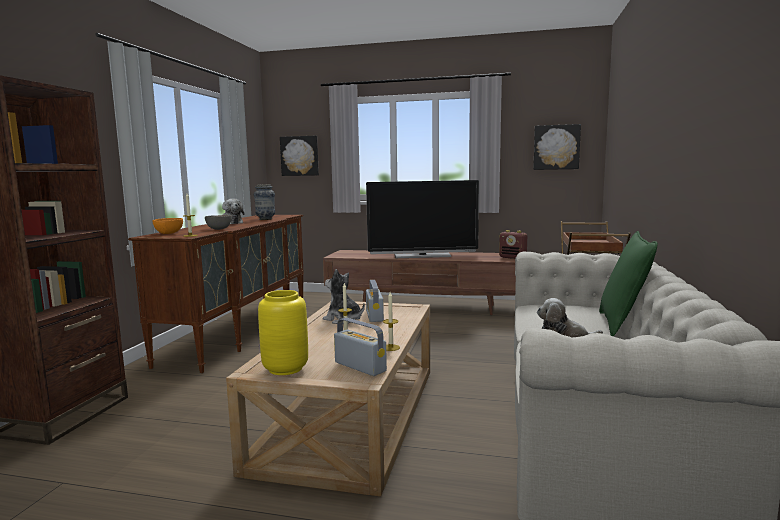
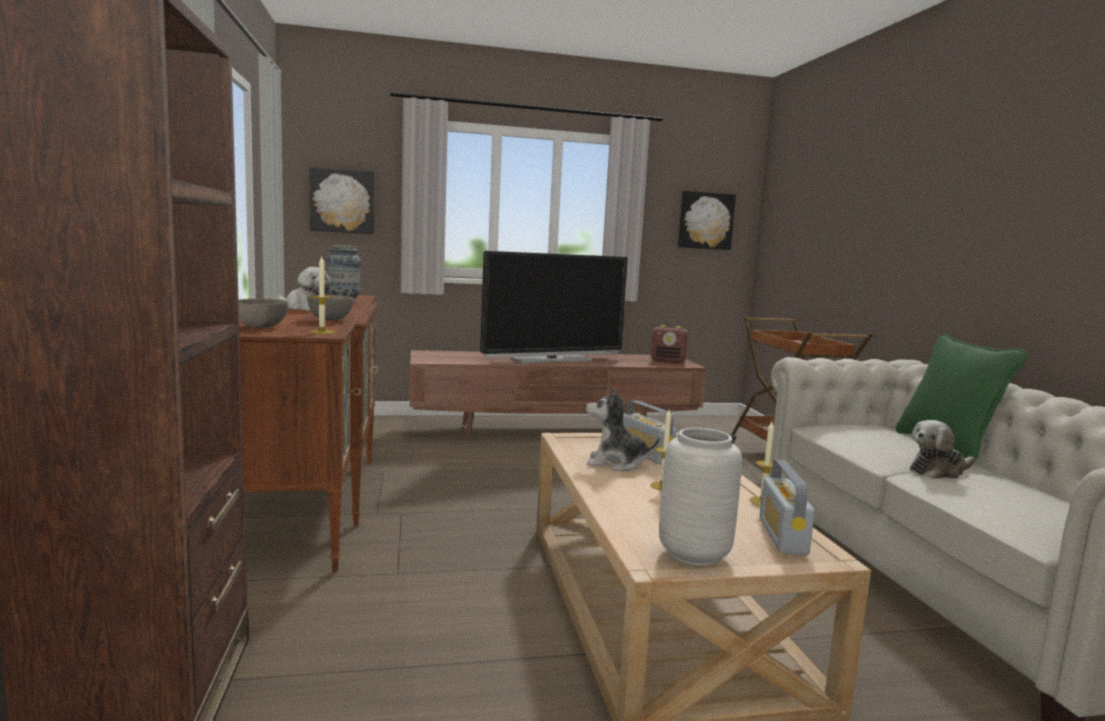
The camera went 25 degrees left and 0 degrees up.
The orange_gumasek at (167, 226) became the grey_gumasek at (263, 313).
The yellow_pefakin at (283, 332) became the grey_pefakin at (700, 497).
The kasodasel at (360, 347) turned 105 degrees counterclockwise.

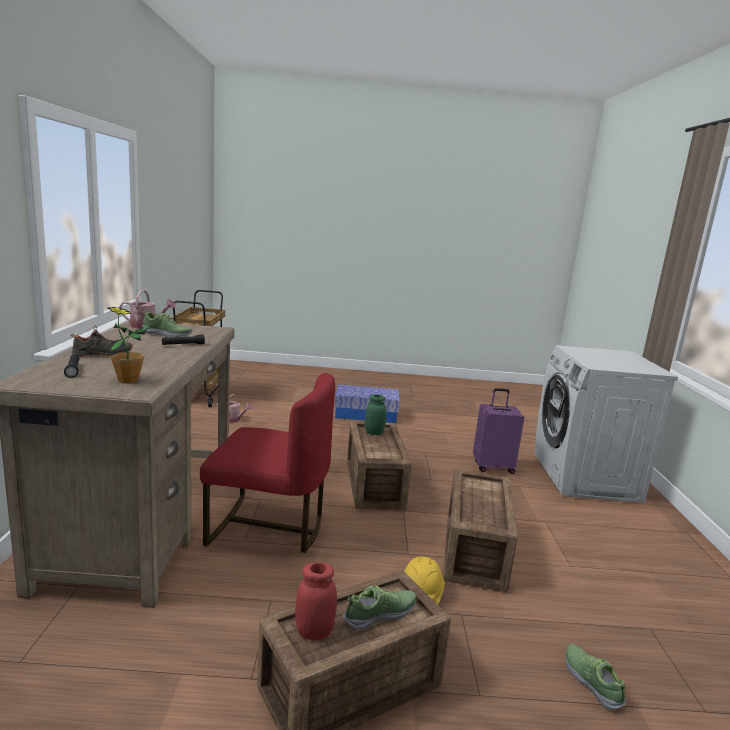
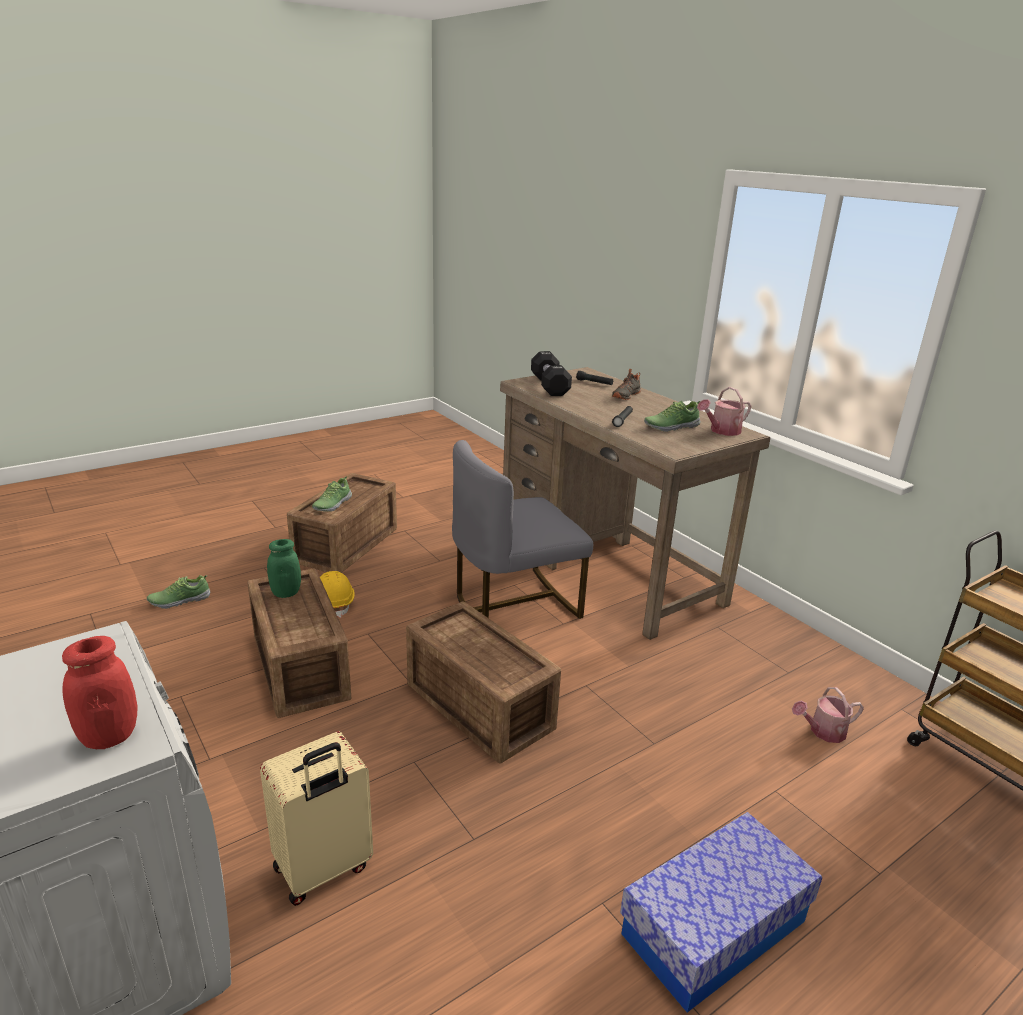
The camera went 145 degrees right and 10 degrees up.
The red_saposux moved from (316, 601) to (99, 692).
The green_saposux moved from (376, 414) to (284, 568).
The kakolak at (129, 345) was replaced by the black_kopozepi at (551, 373).
The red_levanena at (267, 463) became the grey_levanena at (522, 529).
The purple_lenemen at (498, 431) became the beige_lenemen at (316, 819).
The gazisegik at (596, 677) turned 120 degrees clockwise.

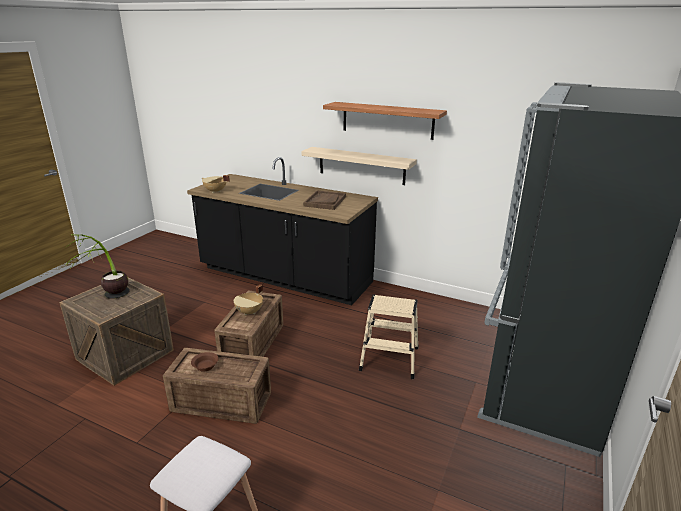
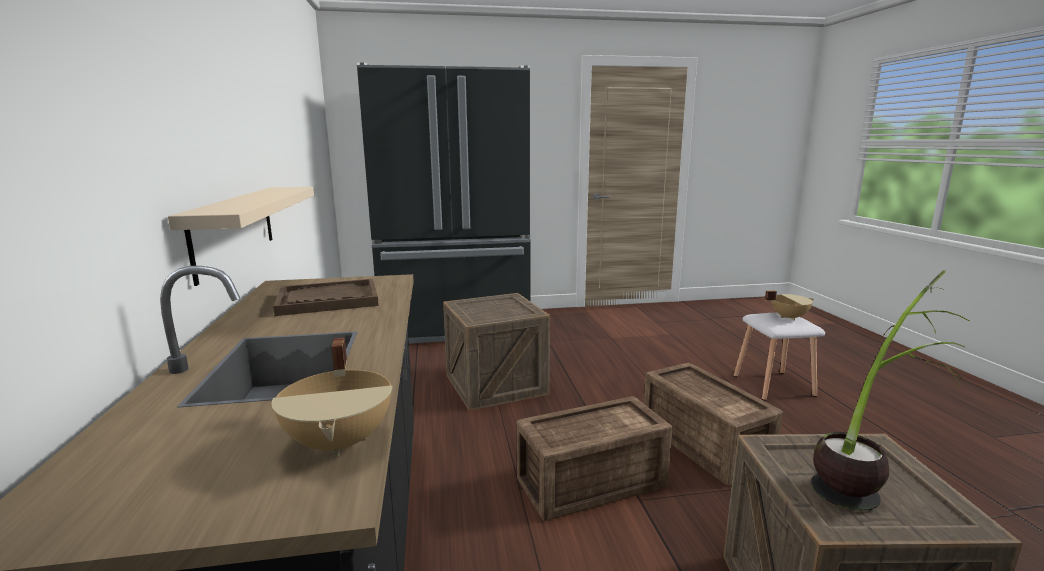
The camera went 125 degrees left and 10 degrees down.
The brown_gumasek at (205, 361) disappeared.
The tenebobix at (385, 121) disappeared.
The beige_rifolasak moved from (248, 300) to (789, 305).
The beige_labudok at (389, 336) was replaced by the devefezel at (496, 352).

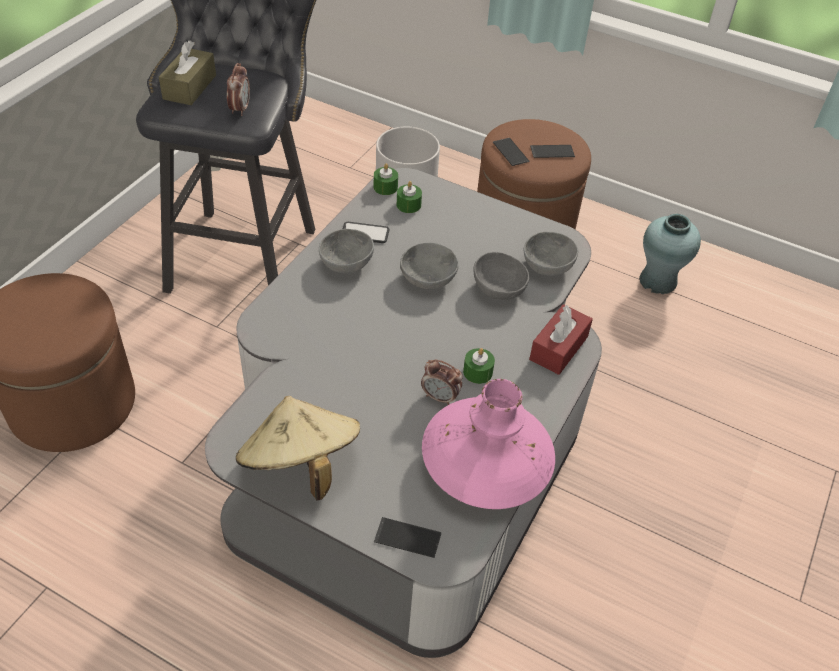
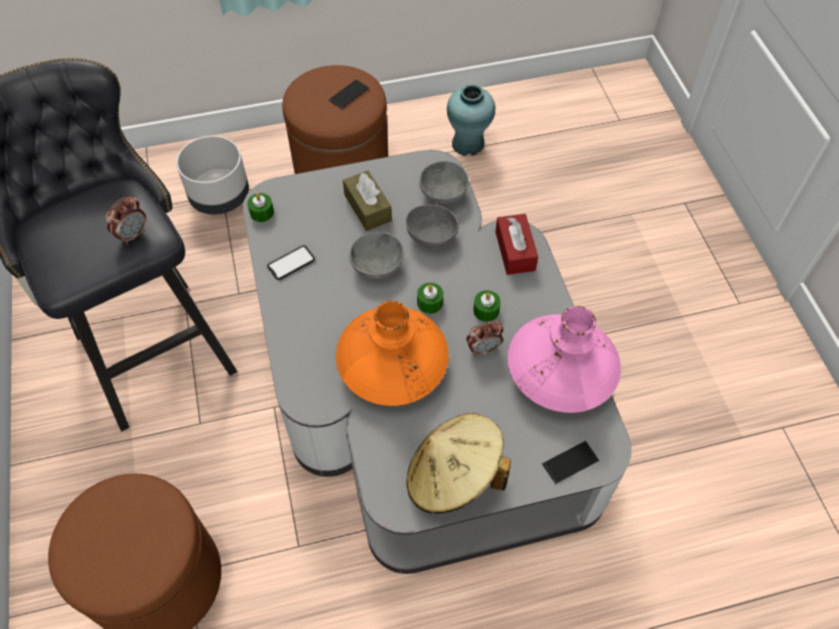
The camera went 40 degrees left and 10 degrees up.
The grey_gumasek at (346, 251) disappeared.
The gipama at (511, 152) disappeared.
The orange_pefakin at (392, 353) appeared.
The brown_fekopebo moved from (187, 72) to (367, 201).
The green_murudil moved from (409, 197) to (430, 298).
The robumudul at (238, 89) turned 75 degrees clockwise.

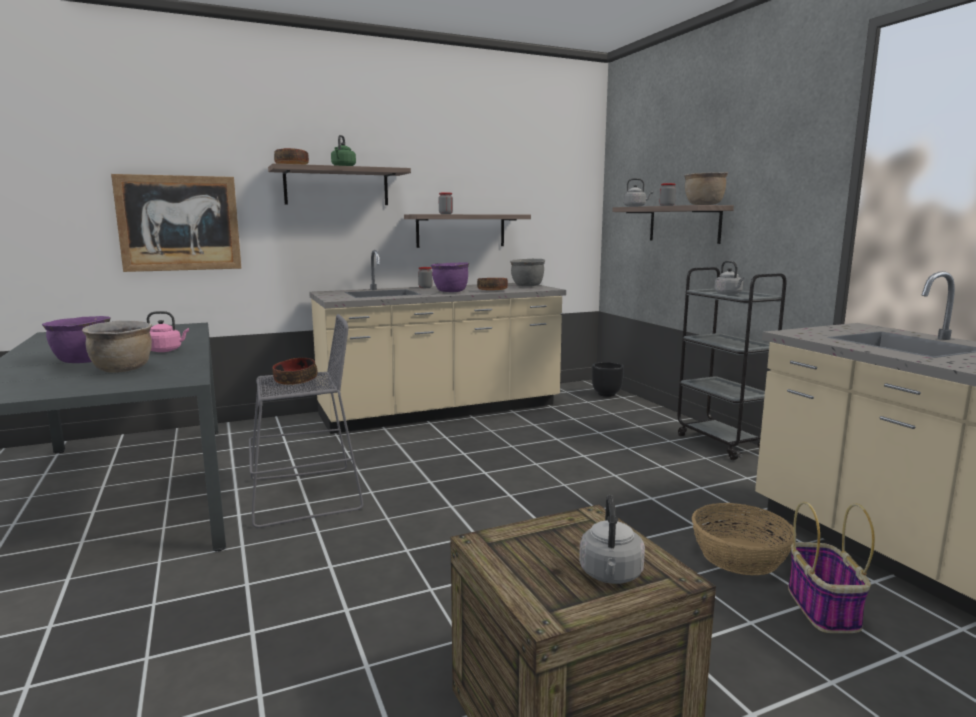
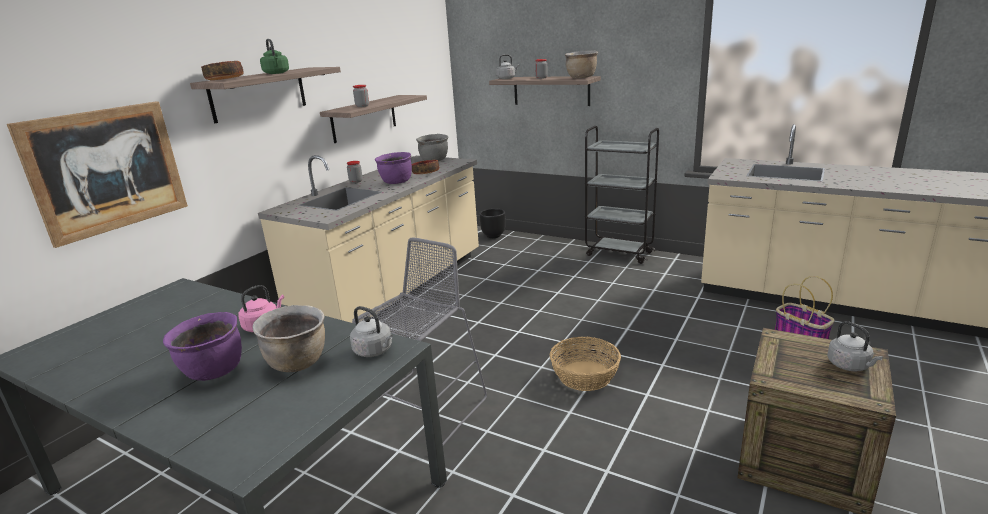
The camera went 35 degrees left and 10 degrees up.
The gumasek at (295, 371) disappeared.
The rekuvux moved from (744, 539) to (585, 364).
The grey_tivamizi moved from (729, 278) to (371, 331).

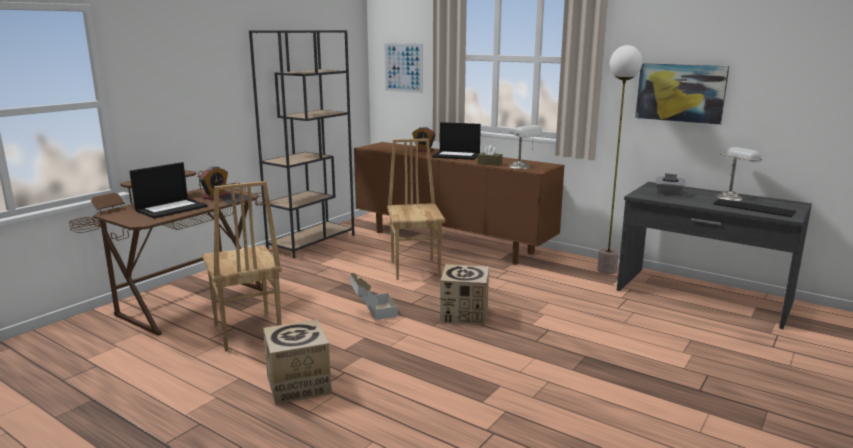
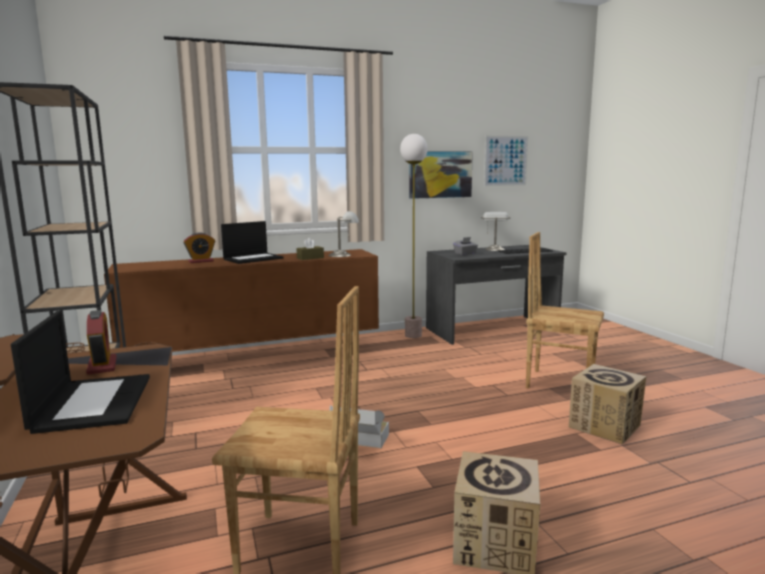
The camera went 55 degrees left and 5 degrees down.
The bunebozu moved from (403, 68) to (506, 161).
The brown_levanena moved from (416, 209) to (565, 310).
The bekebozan moved from (464, 294) to (607, 404).

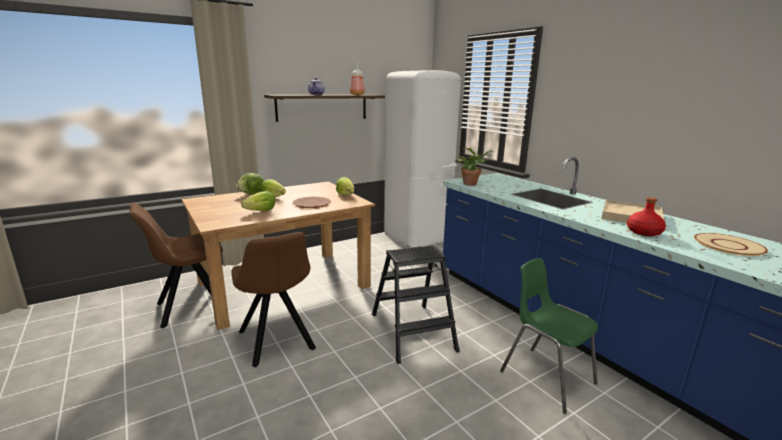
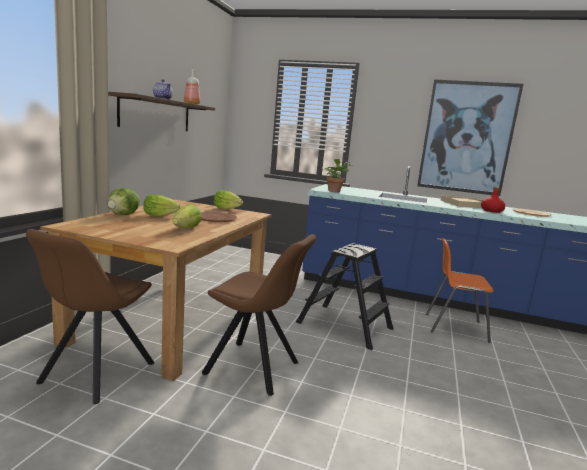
The camera went 40 degrees left and 5 degrees down.
The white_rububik at (422, 158) disappeared.
The bunebozu at (470, 138) appeared.
The green_levanena at (549, 336) became the orange_levanena at (459, 290).

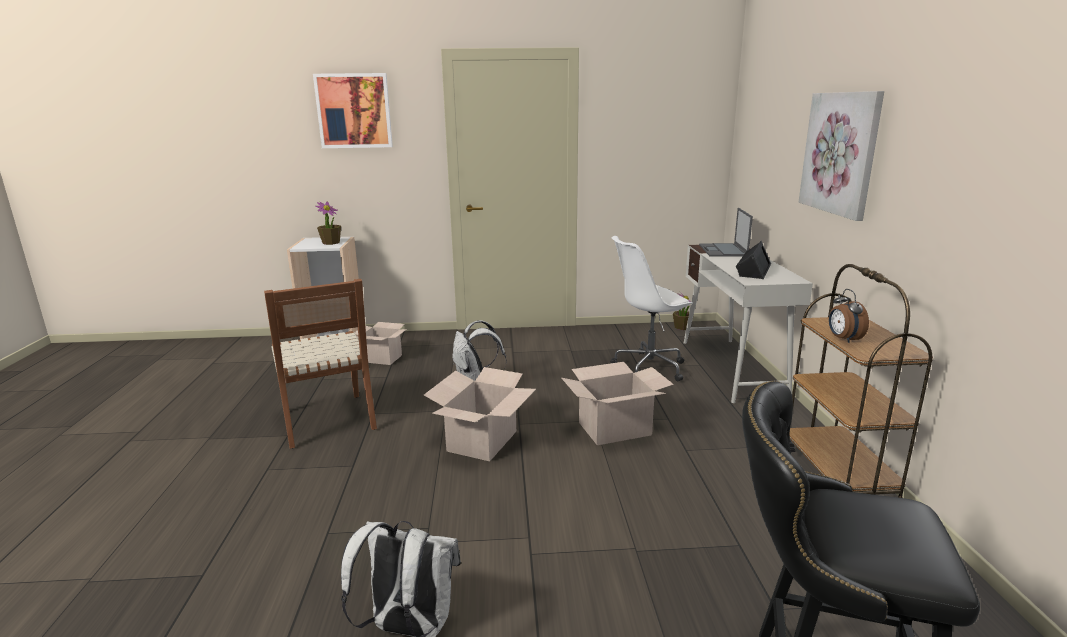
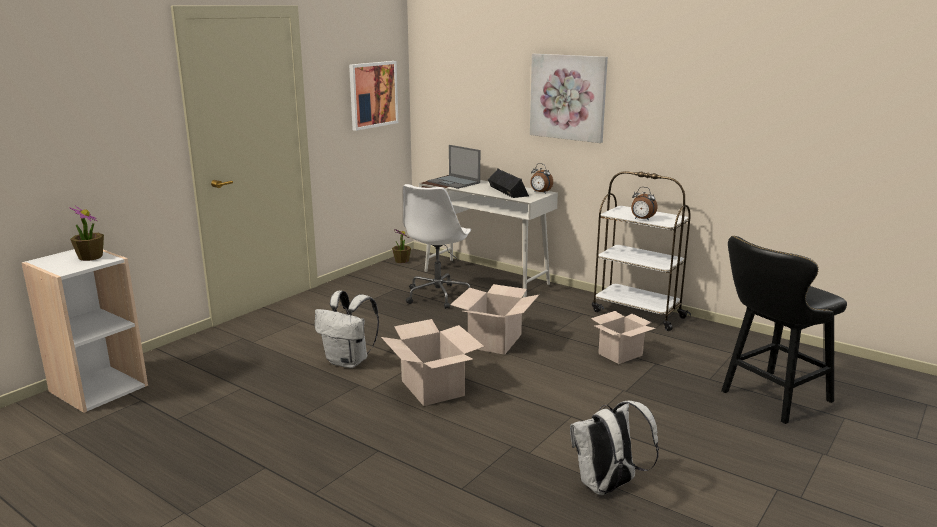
The camera went 50 degrees left and 0 degrees up.
The levanena at (320, 364) disappeared.
The robumudul at (541, 178) appeared.
The bunebozu moved from (353, 110) to (373, 96).
The bekebozan moved from (380, 343) to (623, 337).
The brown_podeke at (861, 381) became the white_podeke at (641, 251).

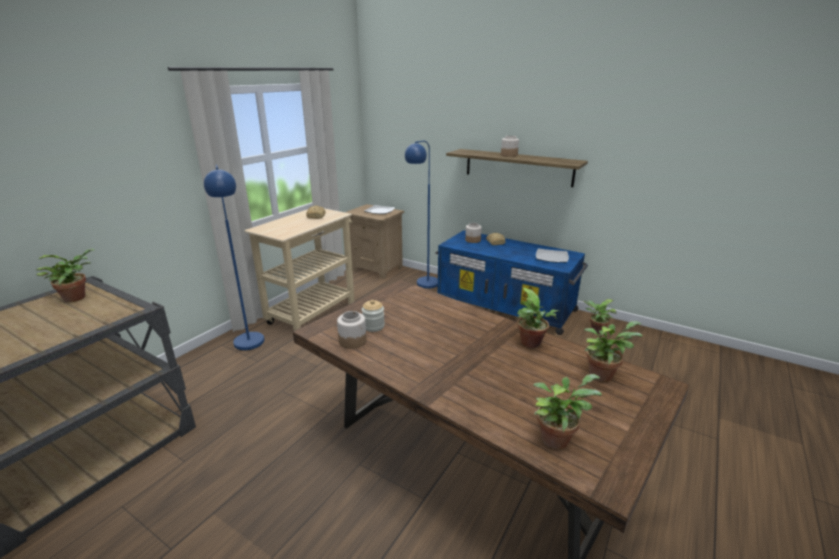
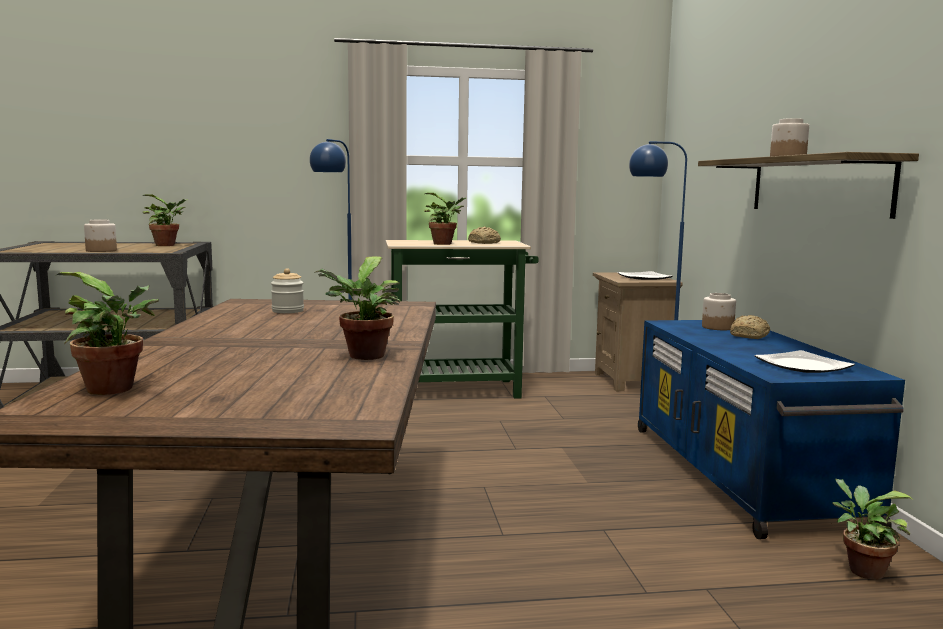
The camera went 50 degrees right and 15 degrees down.
The saposux moved from (352, 330) to (100, 235).
The kakolak moved from (613, 351) to (445, 219).
The beige_podeke at (300, 269) became the green_podeke at (462, 319).

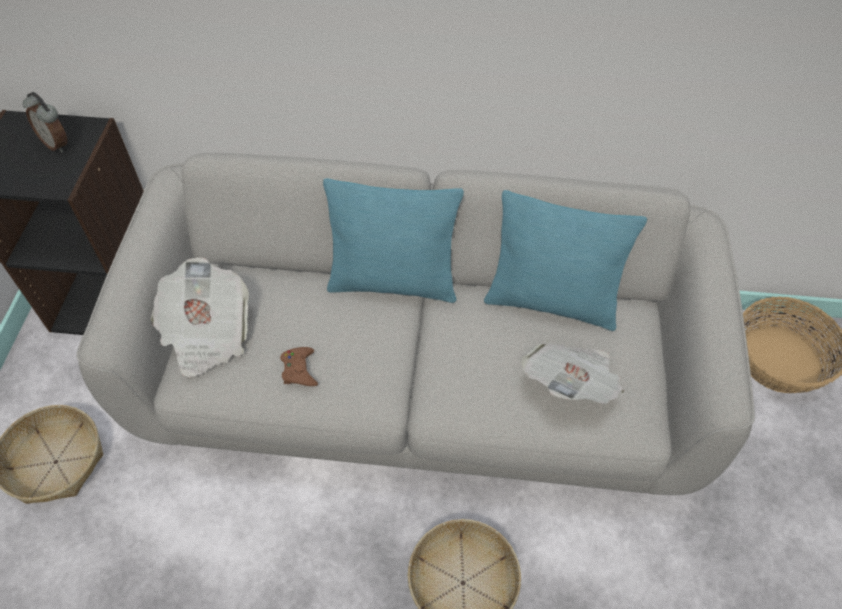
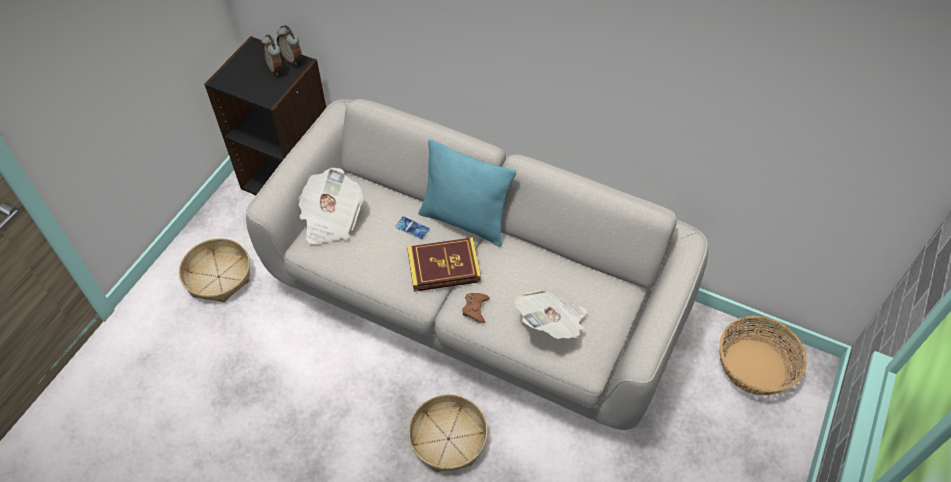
The camera went 20 degrees right and 0 degrees up.
The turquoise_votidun at (565, 260) disappeared.
The robumudul at (289, 45) appeared.
The gipama at (412, 227) appeared.
The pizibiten at (444, 265) appeared.
The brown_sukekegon moved from (299, 366) to (476, 308).

